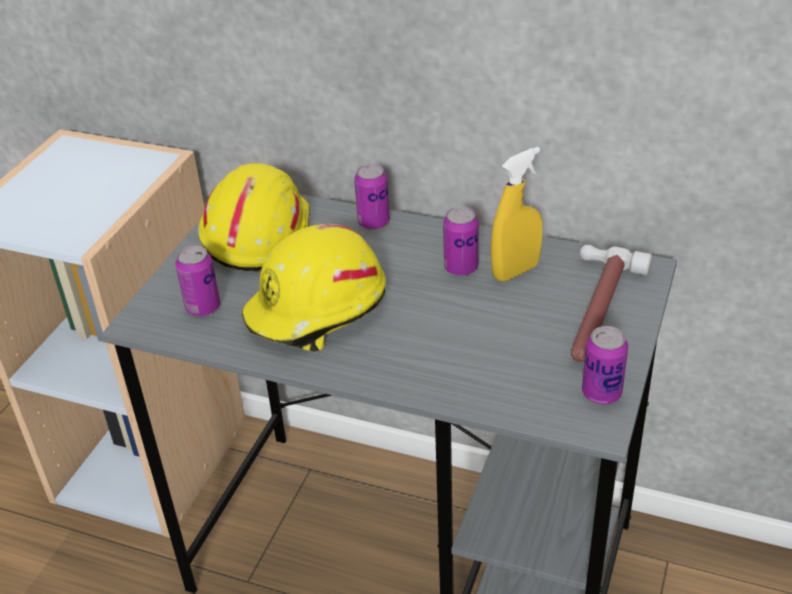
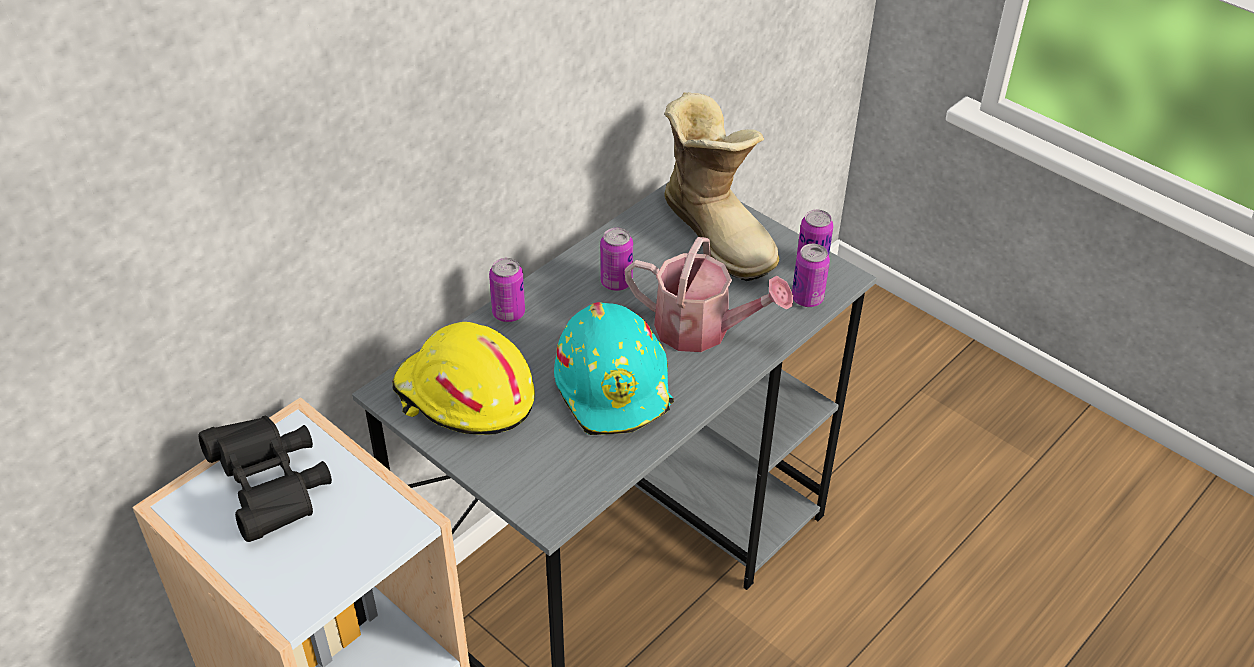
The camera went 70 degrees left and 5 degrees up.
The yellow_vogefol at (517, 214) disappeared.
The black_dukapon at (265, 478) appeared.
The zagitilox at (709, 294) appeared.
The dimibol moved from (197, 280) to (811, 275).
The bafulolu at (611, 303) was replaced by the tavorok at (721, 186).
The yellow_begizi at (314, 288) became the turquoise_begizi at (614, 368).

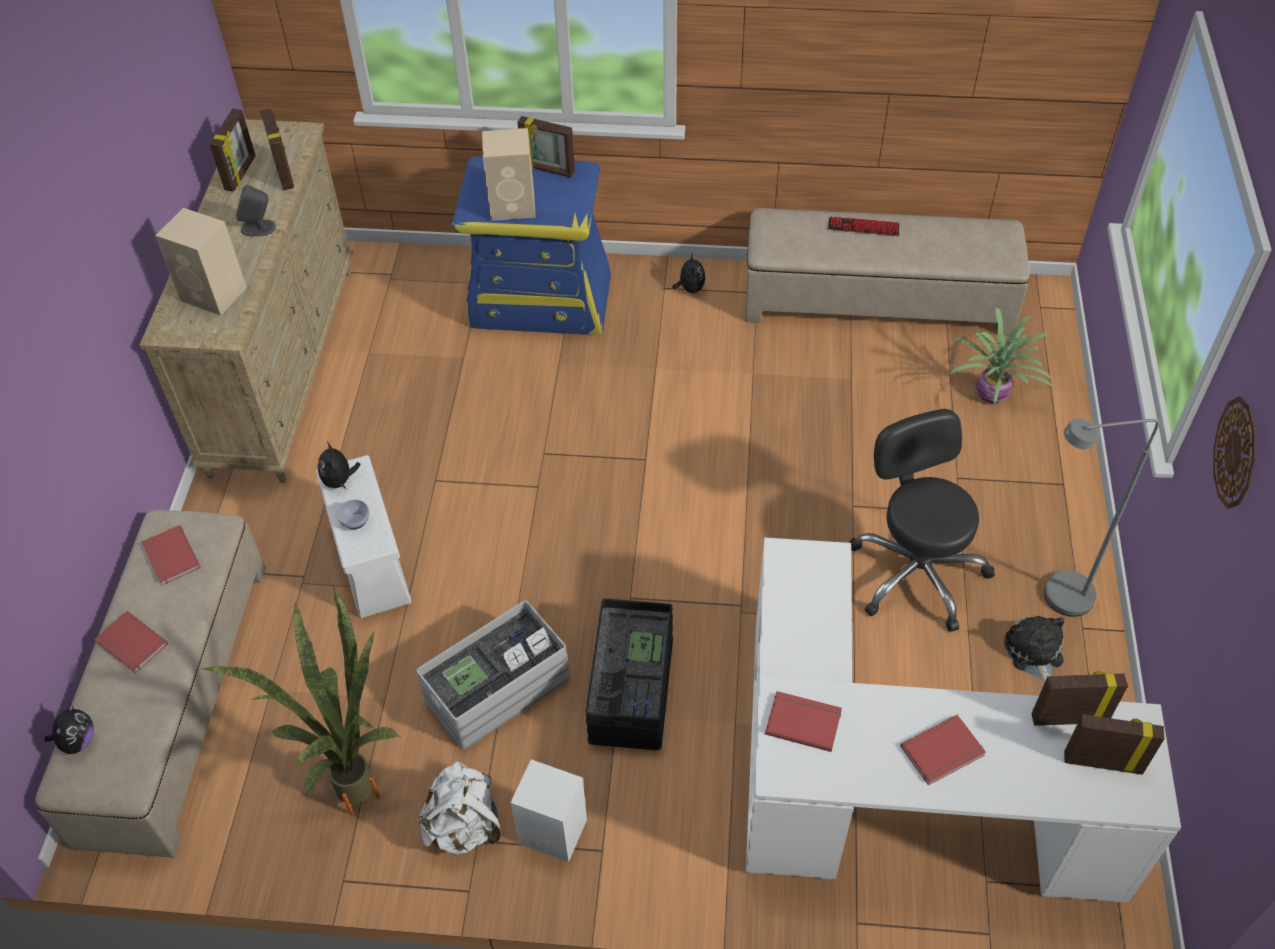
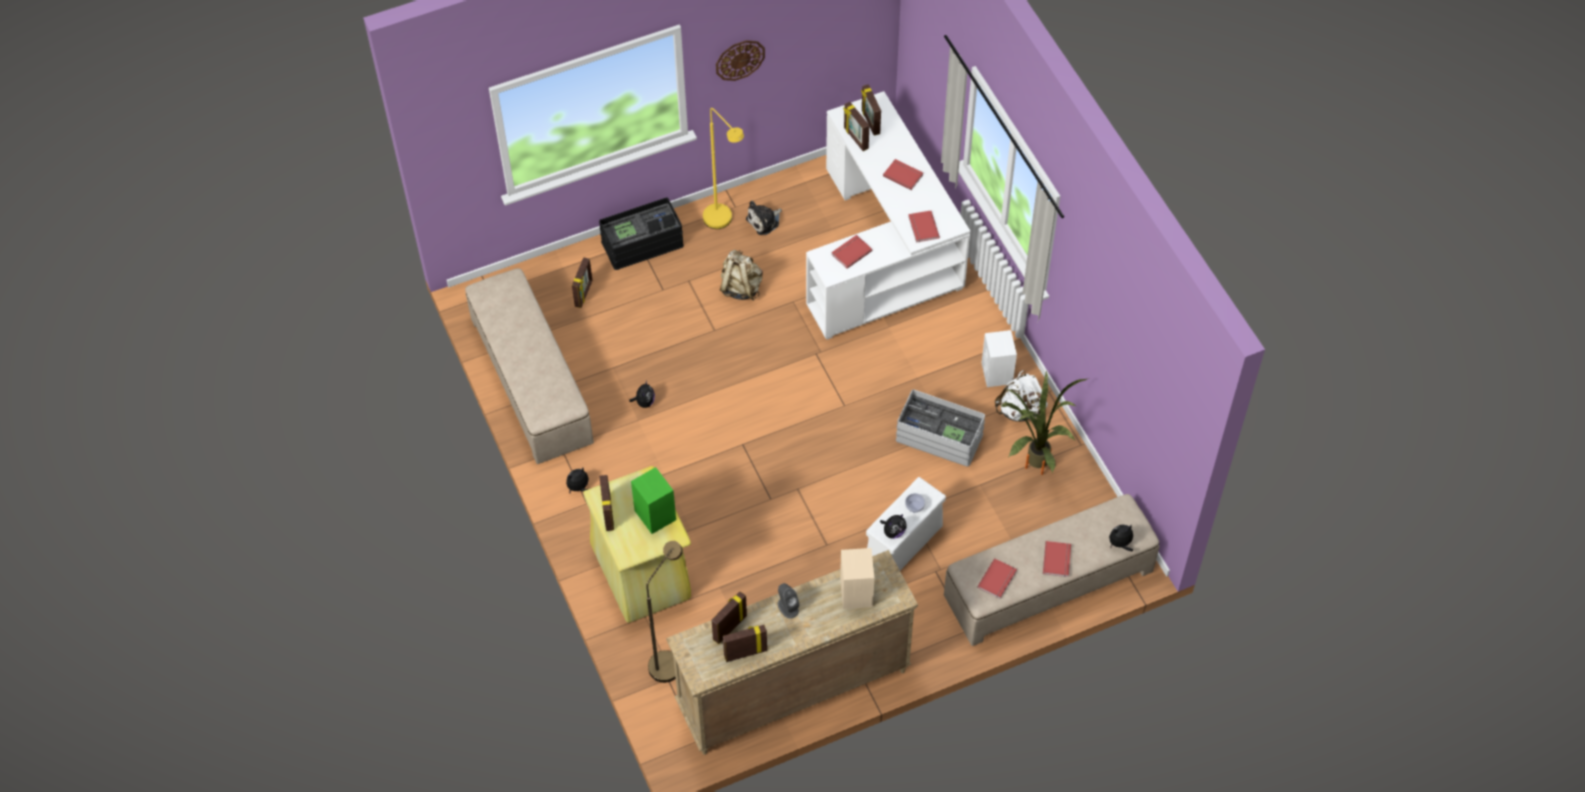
The camera went 120 degrees left and 5 degrees up.
The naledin at (864, 226) disappeared.
The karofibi at (642, 394) appeared.
The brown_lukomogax at (664, 612) appeared.
The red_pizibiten at (851, 252) appeared.
The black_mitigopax moved from (629, 674) to (641, 234).
The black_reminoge at (922, 520) was replaced by the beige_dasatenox at (741, 275).
The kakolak at (1000, 355) was replaced by the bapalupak at (582, 282).
The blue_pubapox at (531, 246) became the yellow_pubapox at (637, 544).
The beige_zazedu at (509, 174) became the green_zazedu at (653, 500).
The grey_lukomogax at (1101, 517) became the yellow_lukomogax at (723, 168).

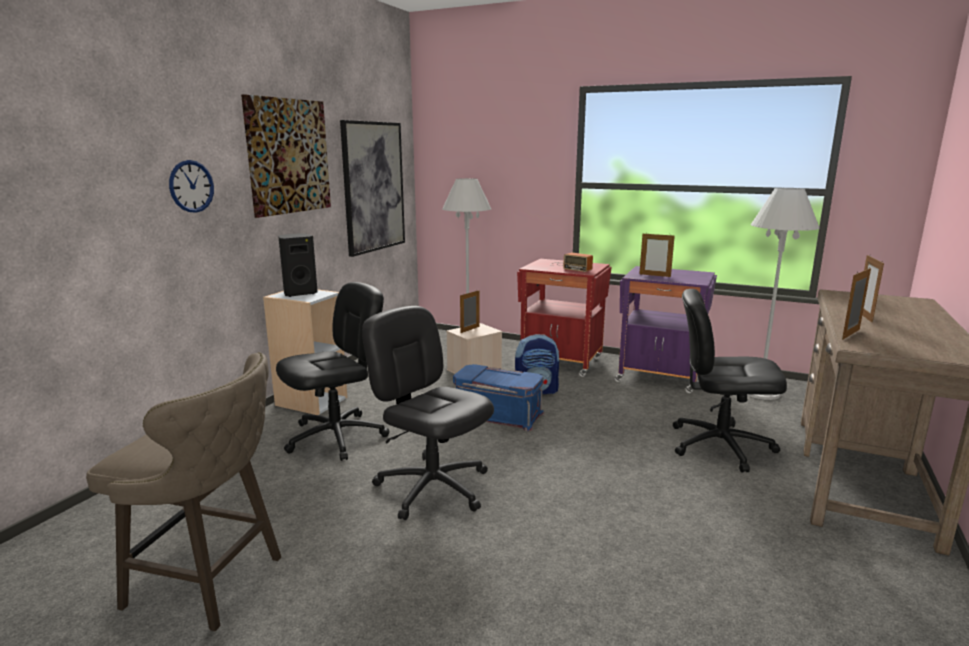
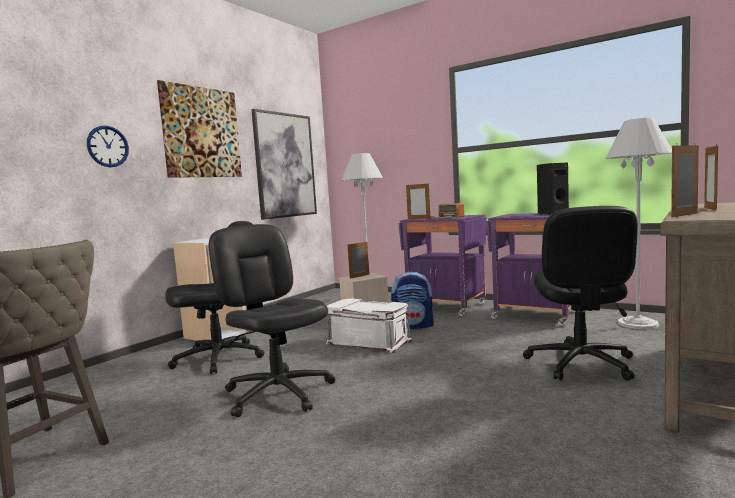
The camera went 10 degrees right and 10 degrees down.
The black_zazedu moved from (298, 265) to (553, 188).
The bapalupak moved from (657, 254) to (418, 201).
The blue_mitigopax at (499, 398) became the white_mitigopax at (369, 326).
The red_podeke at (564, 318) became the purple_podeke at (442, 265).
The black_reminoge at (730, 380) turned 105 degrees counterclockwise.

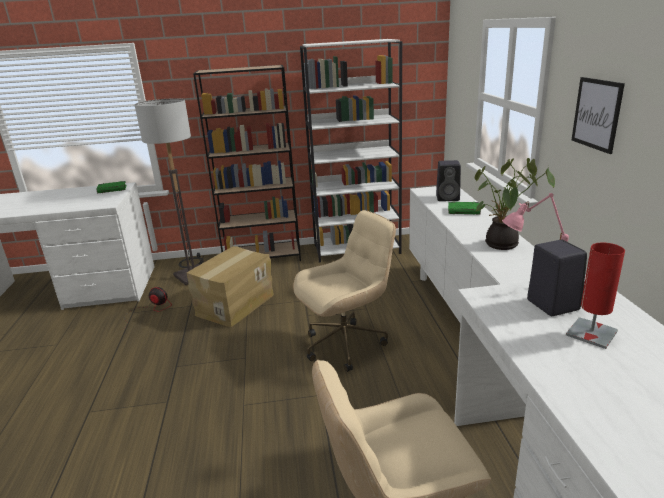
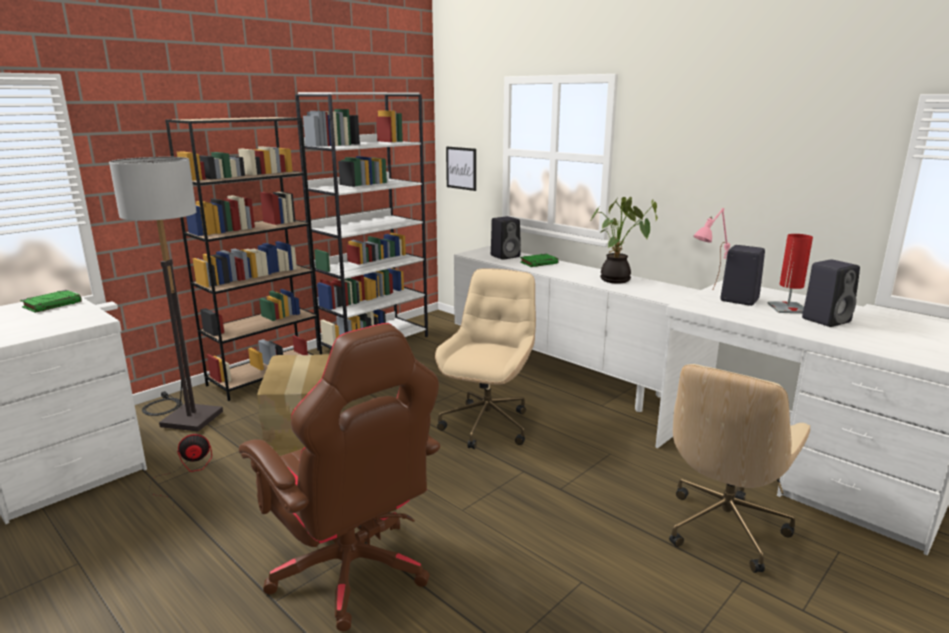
The camera went 40 degrees left and 5 degrees down.
The brown_reminoge at (339, 477) appeared.
The black_zazedu at (831, 293) appeared.
The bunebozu moved from (598, 115) to (461, 169).

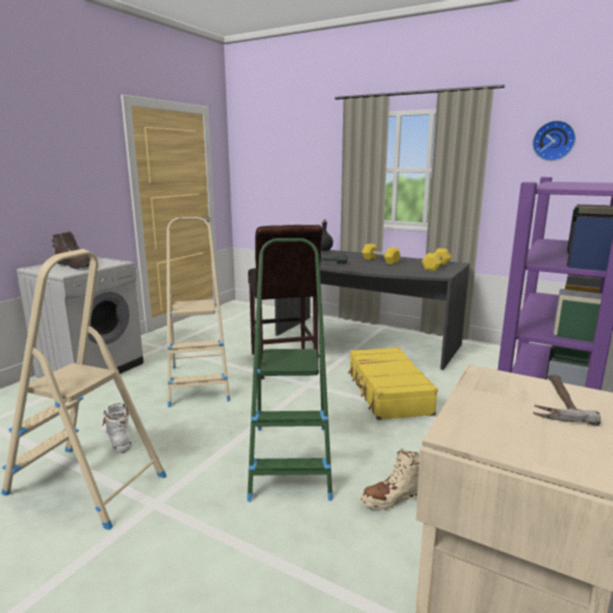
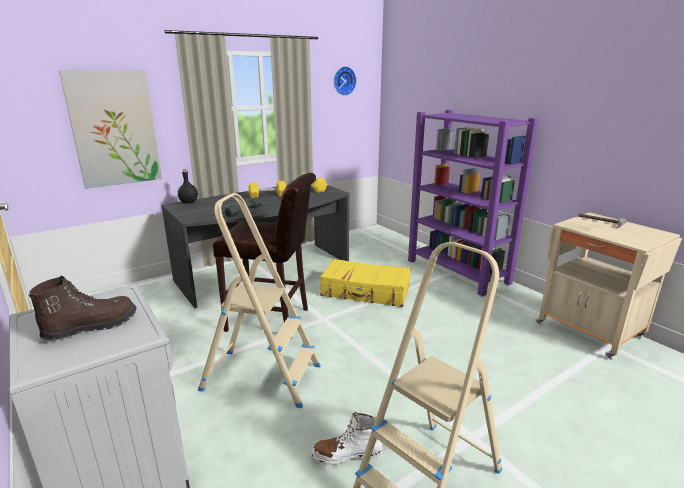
The camera went 65 degrees left and 5 degrees up.
The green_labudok at (290, 370) disappeared.
The beige_tavorok at (390, 479) disappeared.
The bunebozu at (110, 129) appeared.

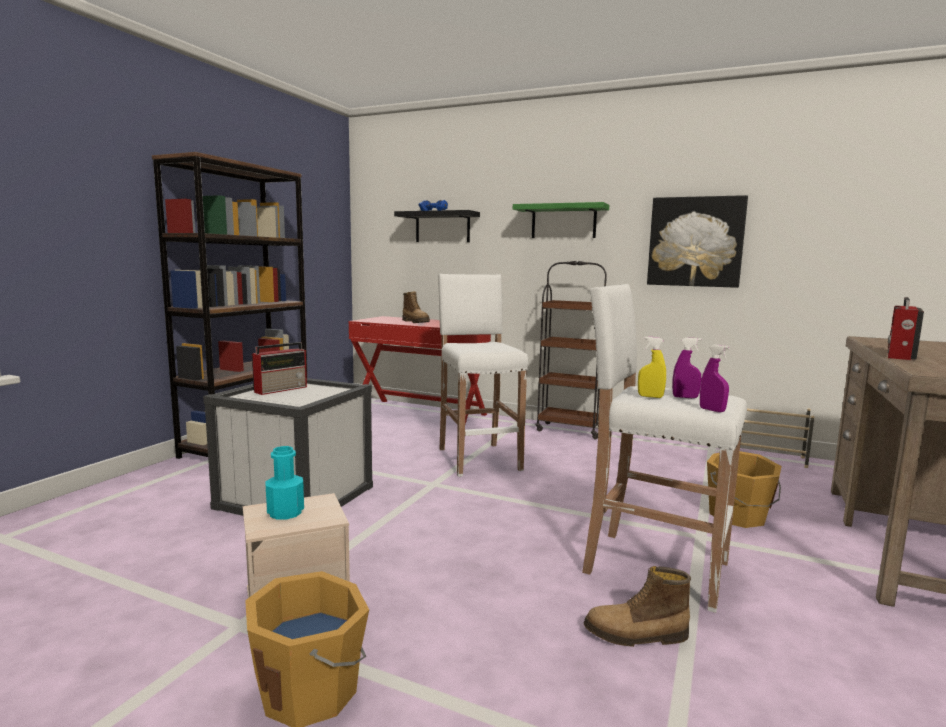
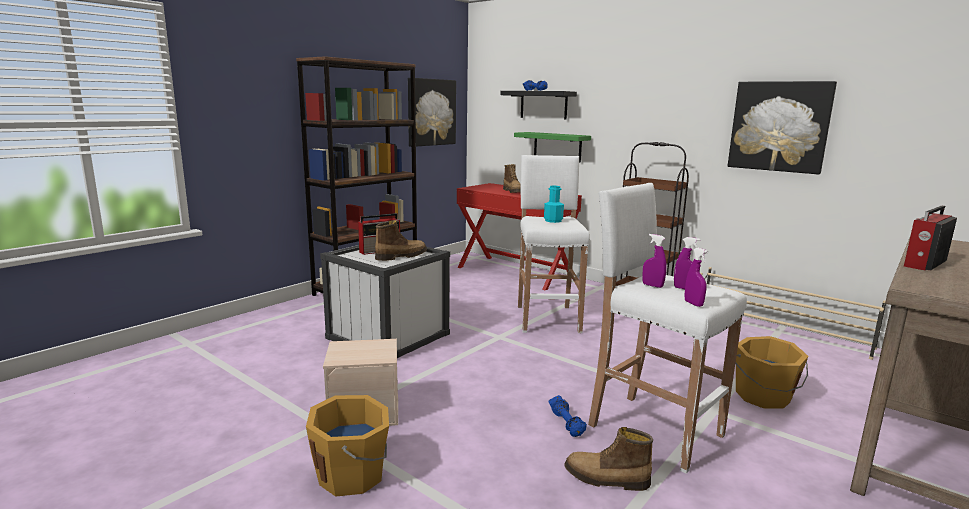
The camera went 15 degrees right and 5 degrees up.
The tavorok at (401, 240) appeared.
The bunebozu at (432, 112) appeared.
The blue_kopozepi at (568, 416) appeared.
The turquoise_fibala moved from (285, 483) to (554, 204).
The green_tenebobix moved from (561, 220) to (552, 147).
The yellow_vogefol at (652, 367) became the purple_vogefol at (654, 261).

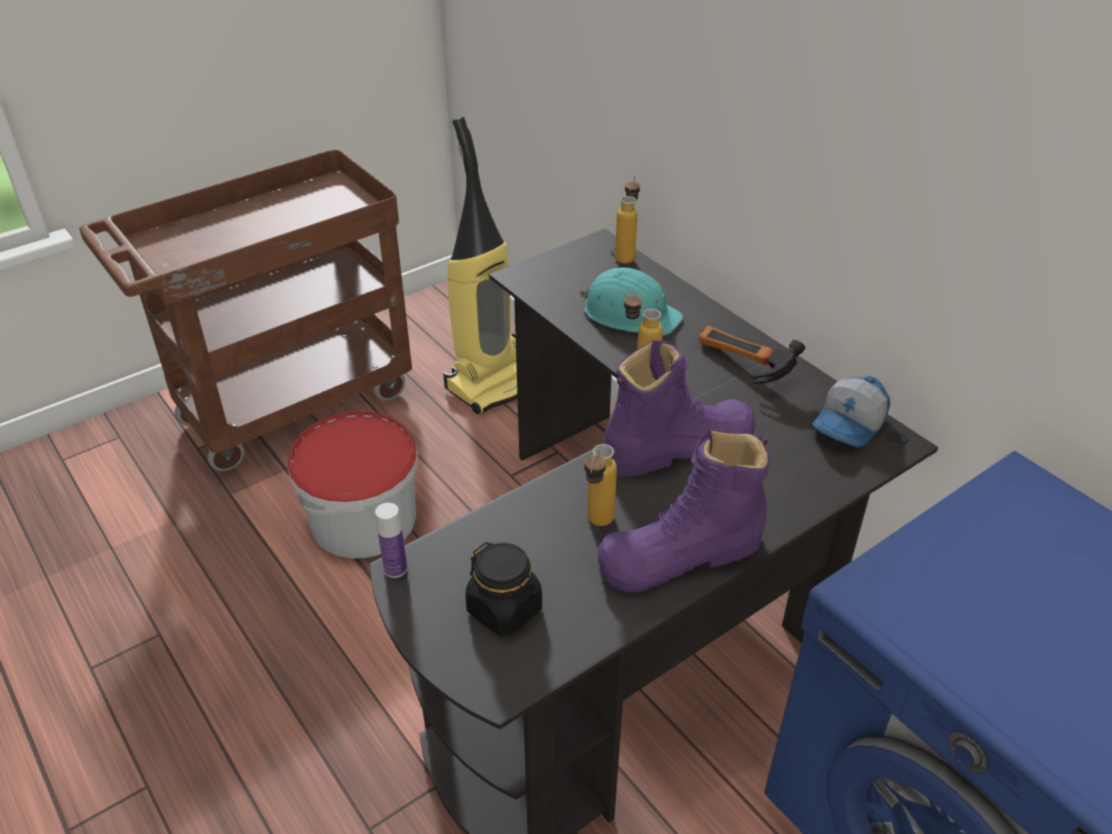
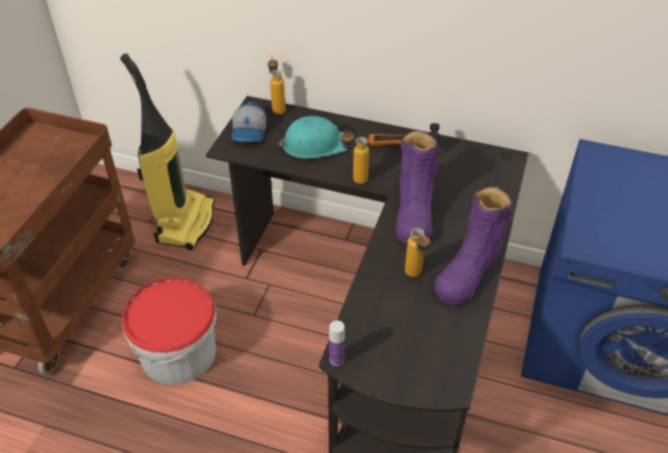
The camera went 35 degrees left and 5 degrees up.
The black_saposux at (503, 589) disappeared.
The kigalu moved from (850, 412) to (248, 122).
The purple_tavorok at (679, 408) turned 150 degrees clockwise.

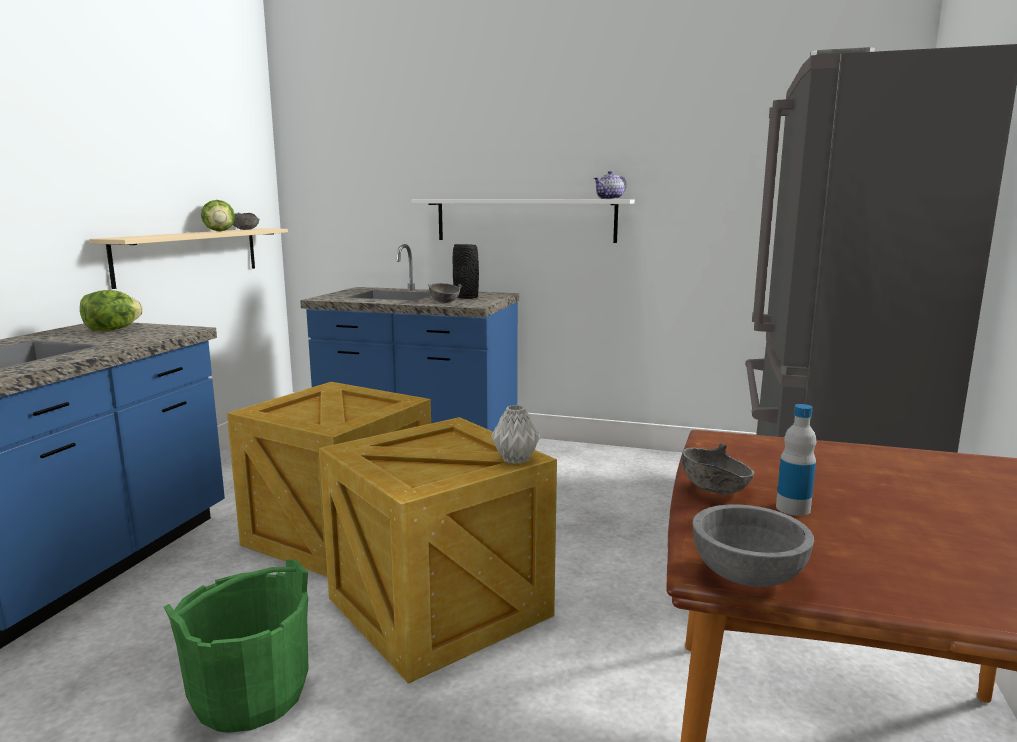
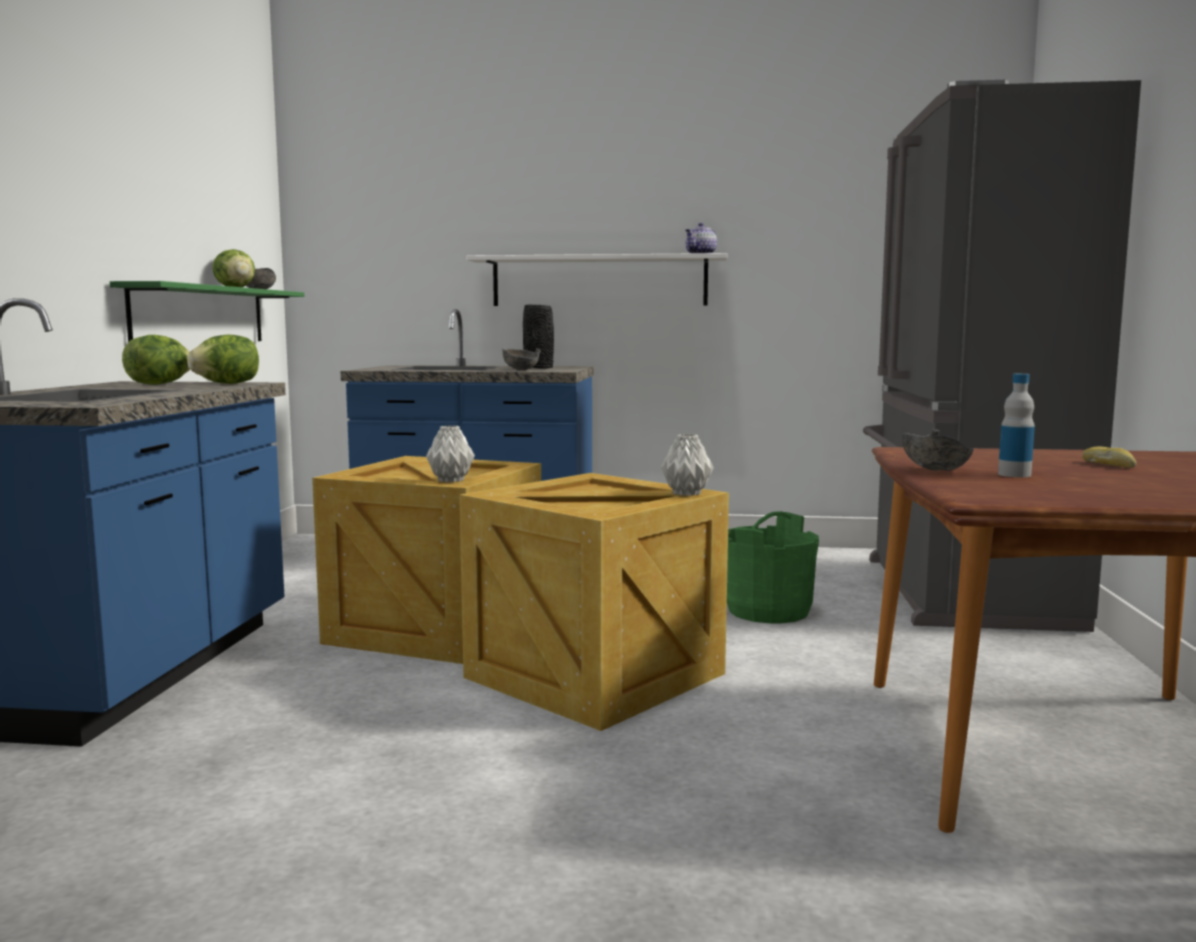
The camera went 10 degrees left and 5 degrees down.
The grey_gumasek at (753, 545) disappeared.
The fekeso at (223, 359) appeared.
The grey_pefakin at (450, 454) appeared.
The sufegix at (1109, 457) appeared.
The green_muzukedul moved from (236, 646) to (773, 567).
The beige_tenebobix at (188, 258) became the green_tenebobix at (207, 311).

